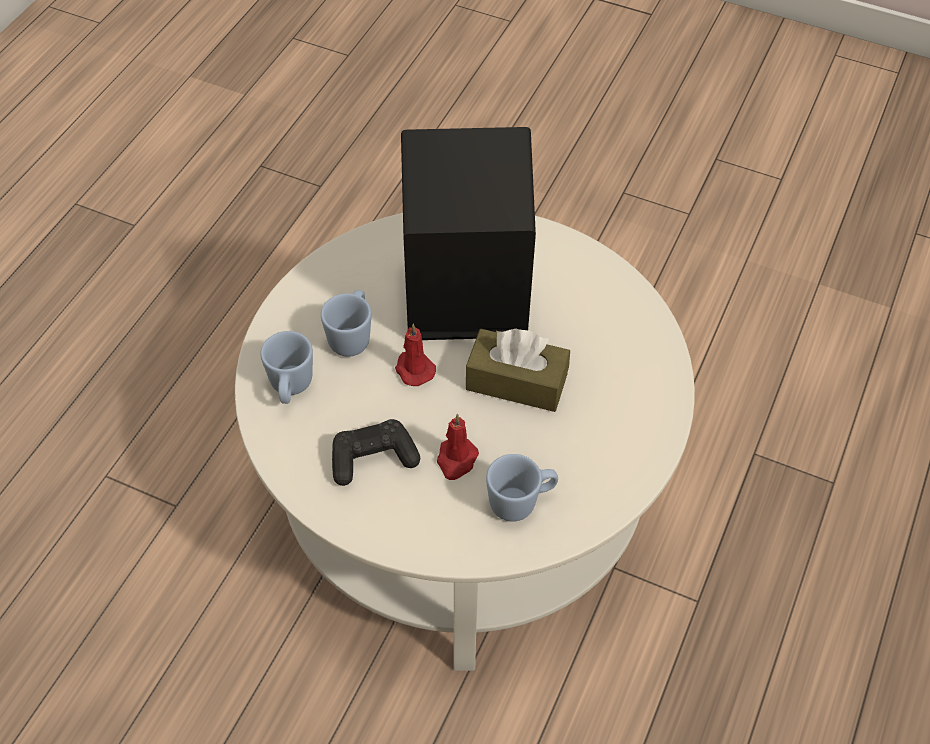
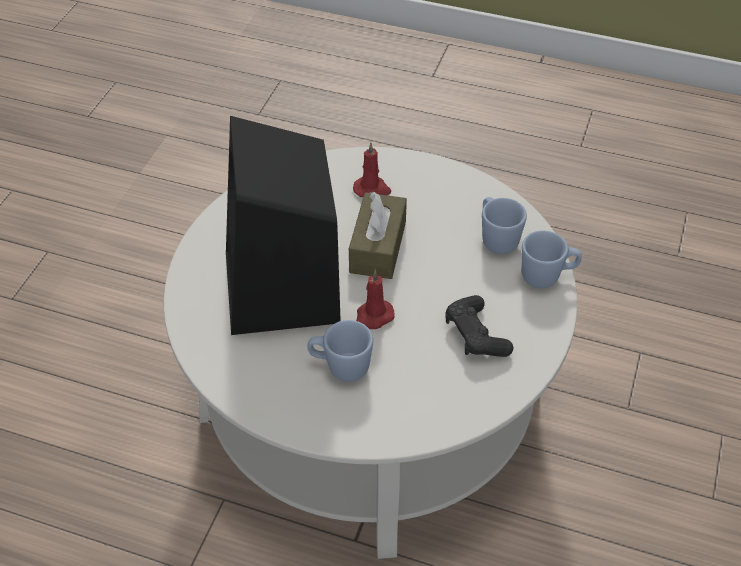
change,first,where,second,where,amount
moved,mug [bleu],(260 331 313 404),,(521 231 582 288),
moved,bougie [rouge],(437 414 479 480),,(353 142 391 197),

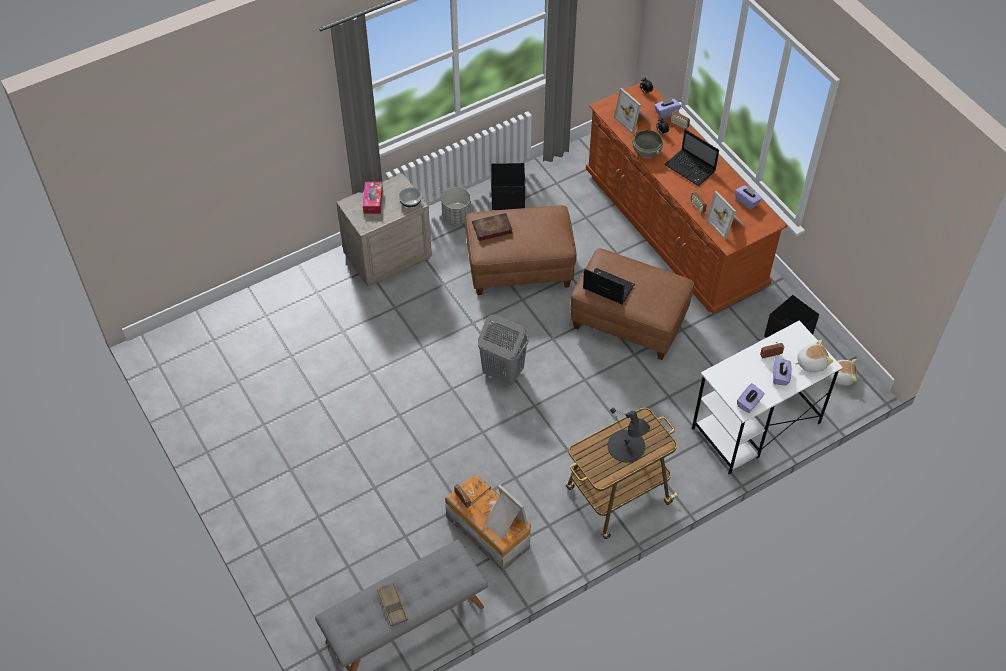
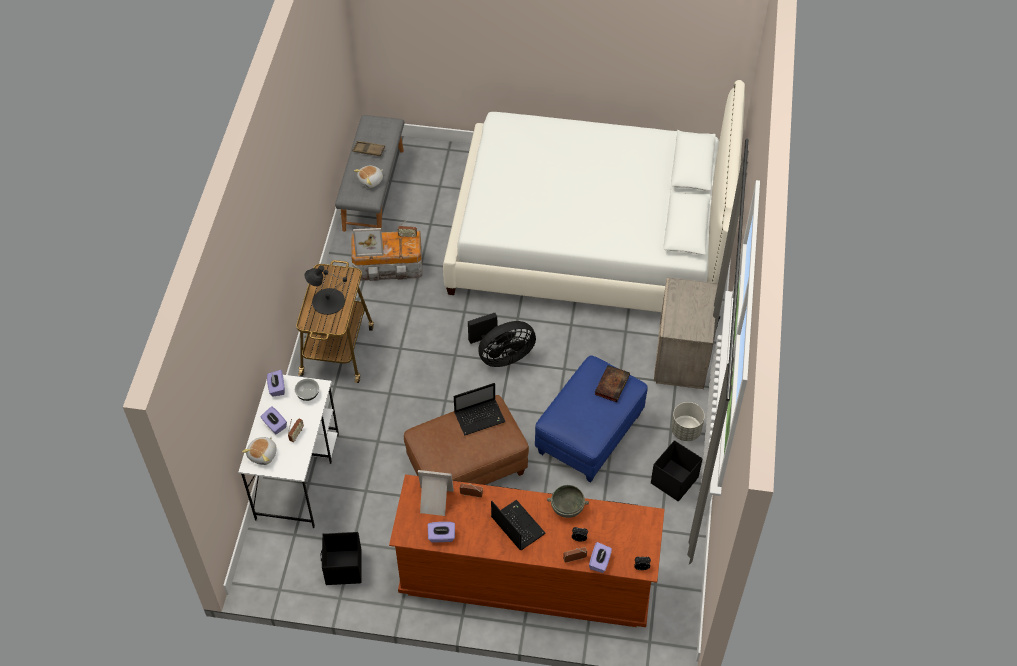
change,first,where,second,where,amount
removed,cadre photo,(614 88 651 134),,,
turned,ordinateur portable,(664 129 719 186),,(491 500 545 551),60 degrees clockwise
removed,boîte à mouchoirs,(363 182 383 214),,,
moved,bol,(399 187 422 207),,(295 379 319 401),
recoloured,pouf [marron],(465 205 577 295),pouf [bleu],(535 355 647 482),
replaced,panier à linge [gris],(478 315 529 385),ventilateur [noir],(468 313 536 367),
moved,peluche,(829 359 857 386),,(354 165 383 188),
added,,,lit [blanc],(443 80 745 312),

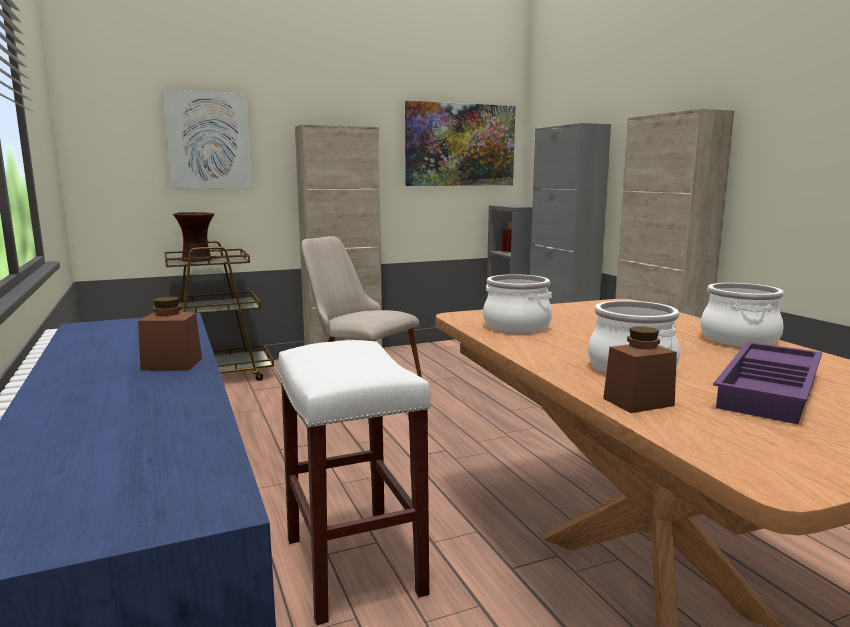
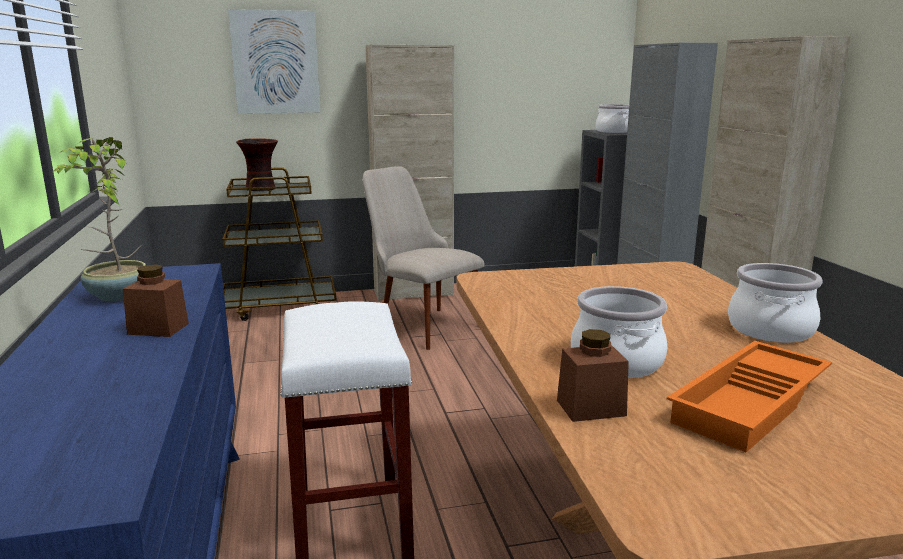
change,first,where,second,where,amount
removed,tableau,(405 100 515 186),,,
moved,marmite,(483 274 552 333),,(596 104 629 133),
recoloured,plateau [violet],(713 342 822 424),plateau [orange],(667 341 832 452),
added,,,plante en pot,(53 137 146 301),

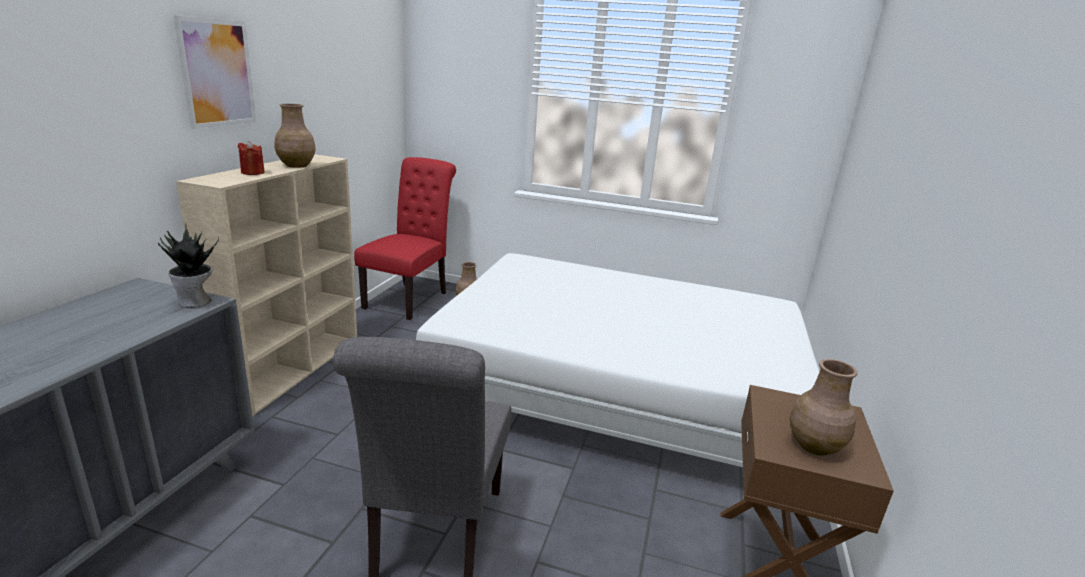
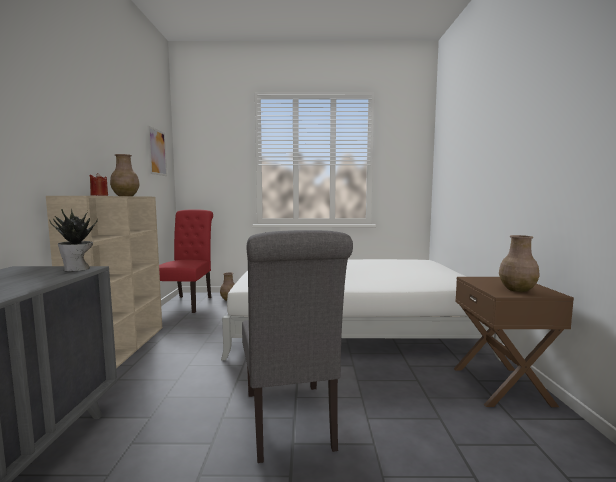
change,first,where,second,where,amount
moved,tableau,(173 15 256 129),,(147 126 167 176),

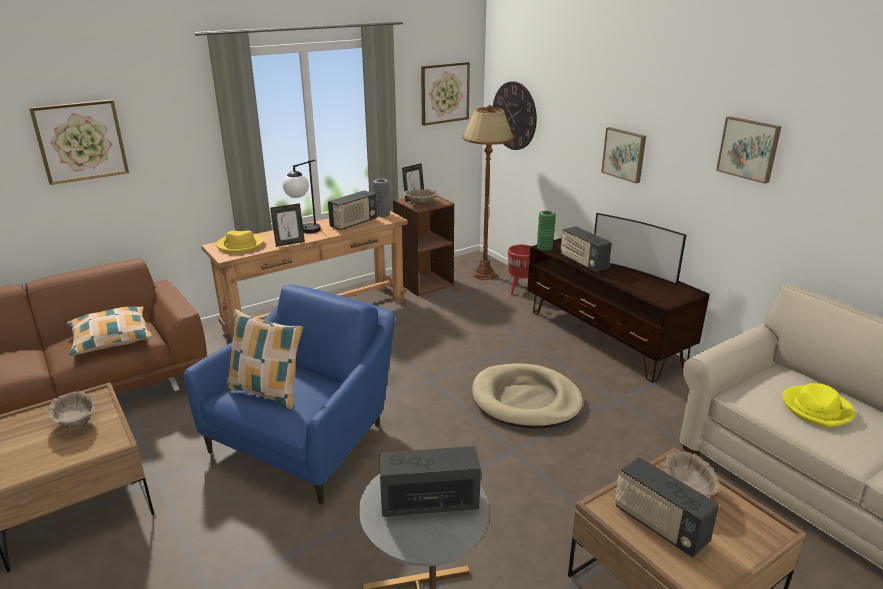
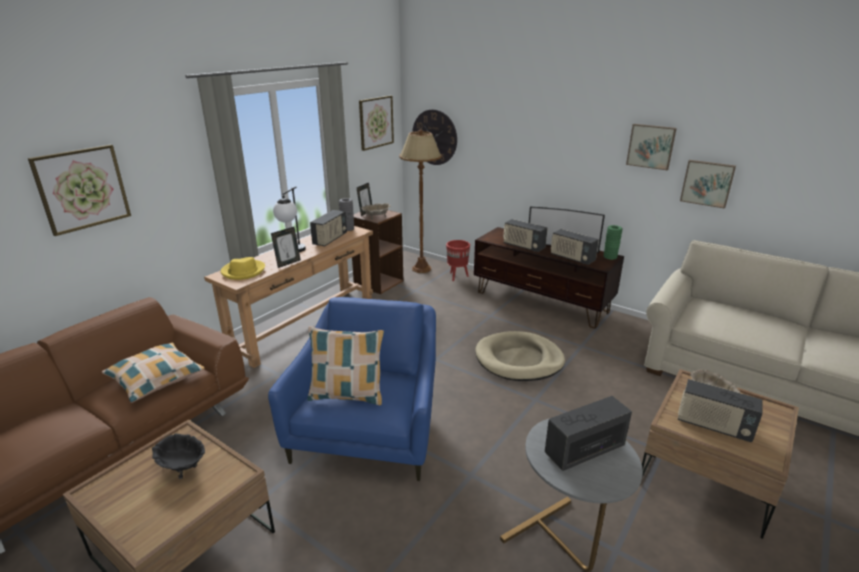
change,first,where,second,where,amount
moved,tableau,(601 127 646 183),,(680 160 736 209),
moved,vase [vert],(537 210 556 250),,(603 225 623 260),
removed,chapeau [jaune],(783 383 855 427),,,
recoloured,bol [beige],(47 391 96 435),bol [noir],(152 434 205 479),
added,,,radio,(551 229 599 265),

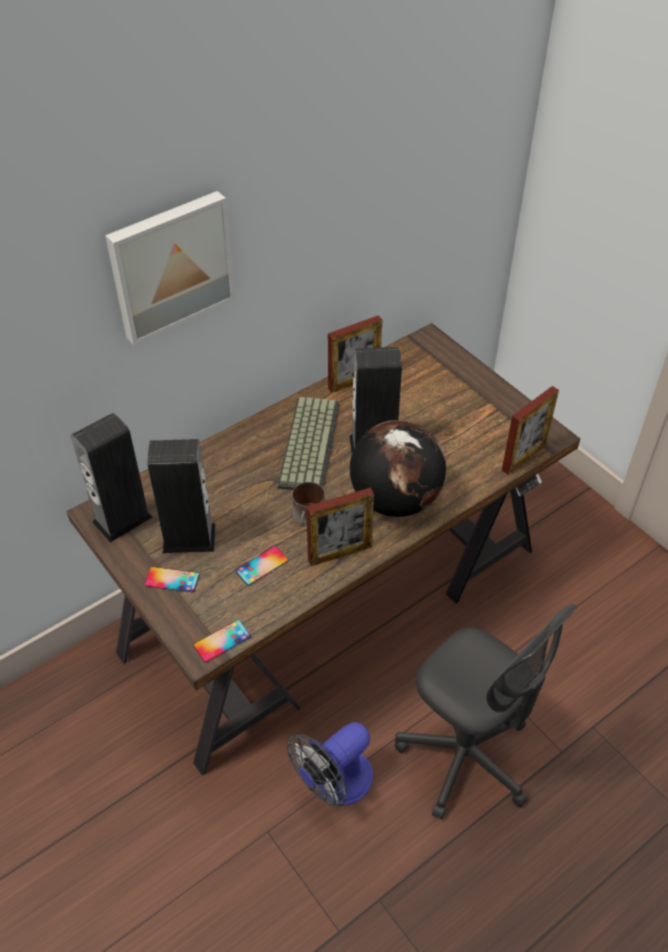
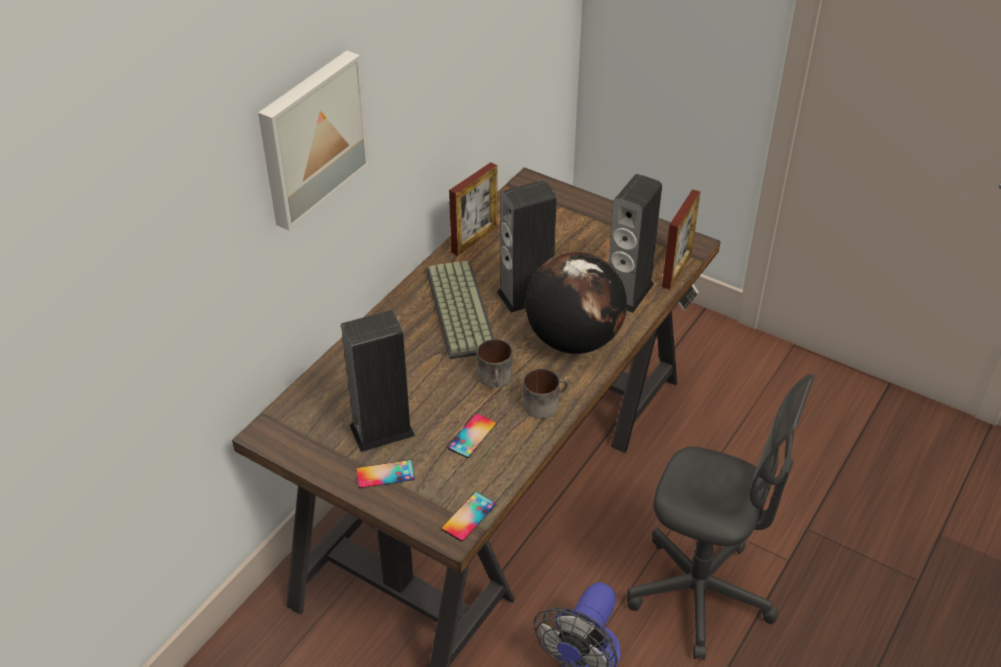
change,first,where,second,where,amount
moved,enceinte,(71 413 153 543),,(608 174 662 313),
replaced,cadre photo,(306 487 374 566),mug,(523 369 568 418),

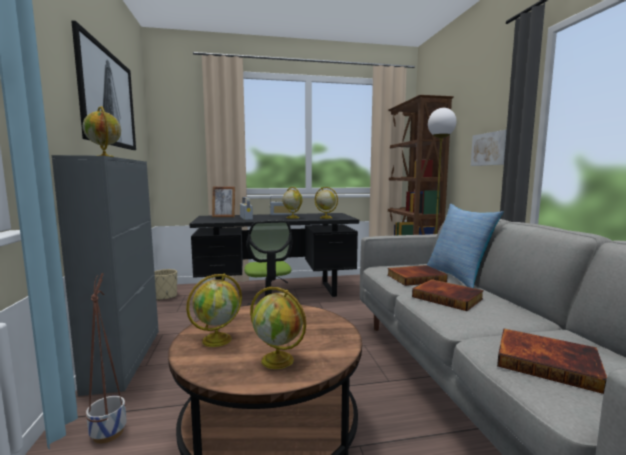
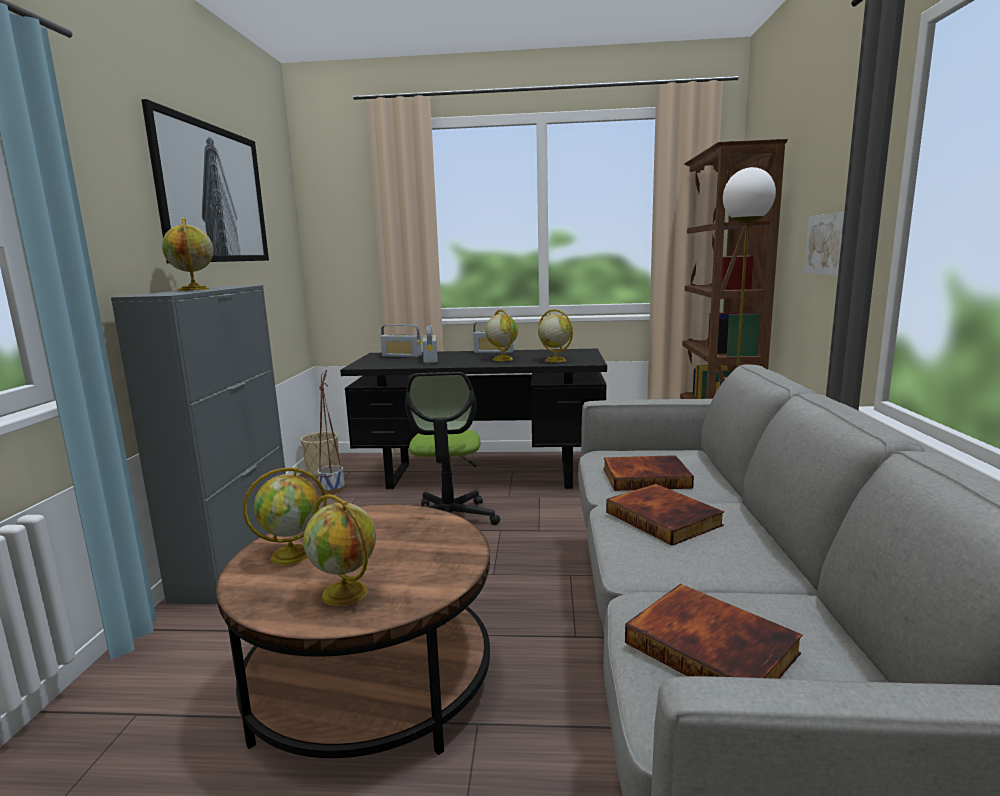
change,first,where,second,where,amount
replaced,cadre photo,(212 187 235 217),radio,(381 325 422 357),
removed,coussin,(427 204 503 288),,,
moved,cache-pot,(86 273 127 444),,(317 370 345 494),

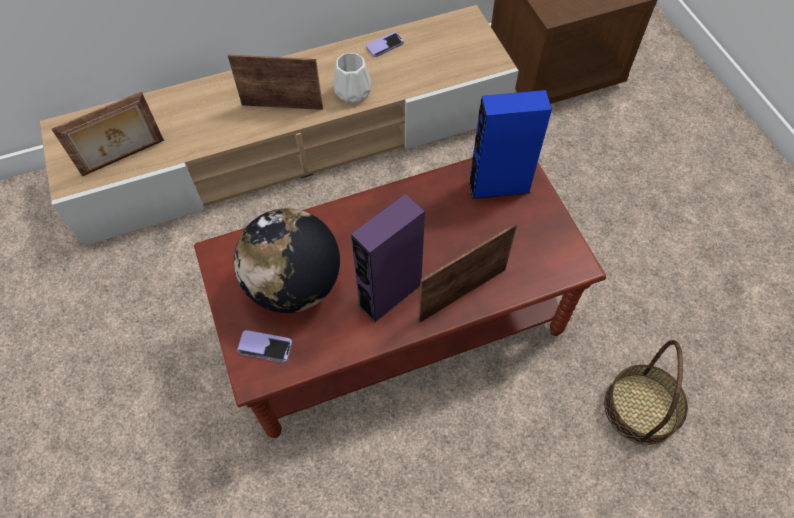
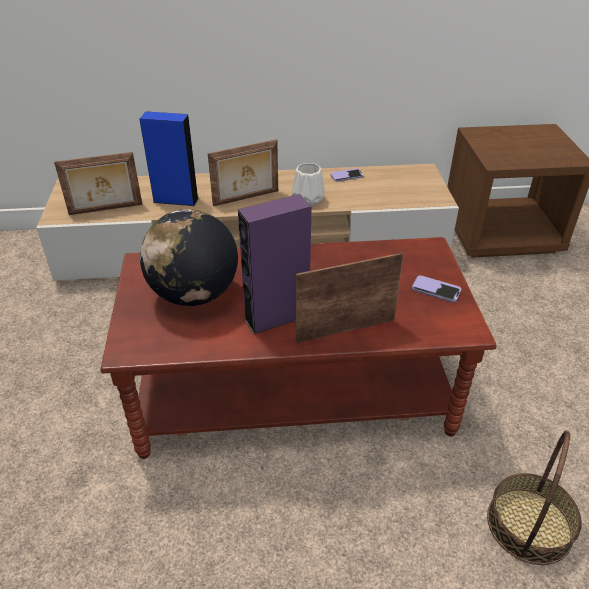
change,first,where,second,where,amount
turned,cadre photo,(228 55 323 110),,(208 139 278 206),135 degrees clockwise
moved,enceinte [bleu],(468 90 552 199),,(139 111 199 206),
moved,téléphone,(237 330 292 363),,(412 275 461 302),

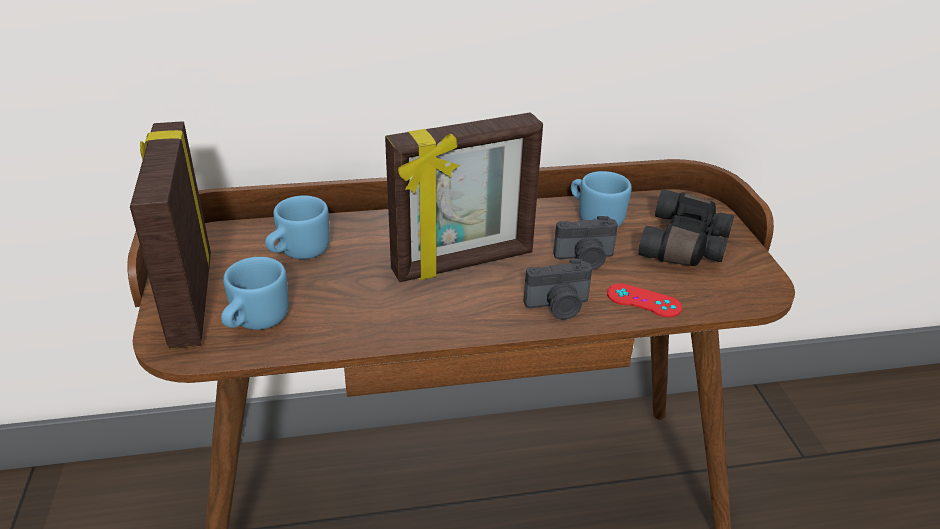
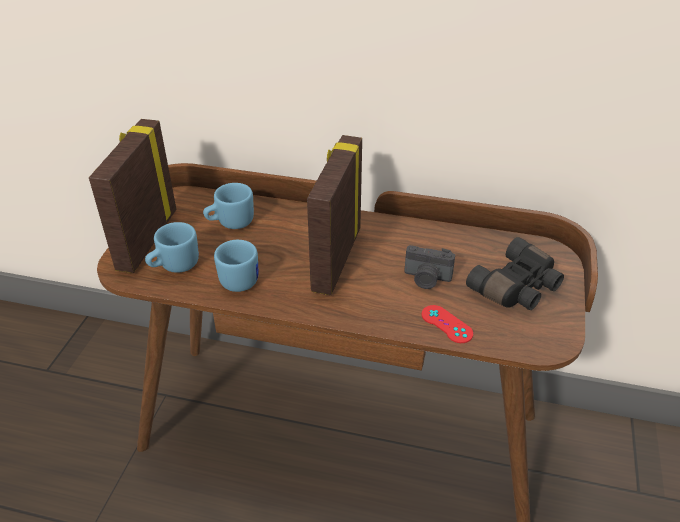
change,first,where,second,where,amount
turned,cadre photo,(385 113 543 282),,(307 135 362 296),105 degrees clockwise
moved,mug [bleu],(571 171 632 227),,(214 240 259 292),
removed,appareil photo,(524 259 592 319),,,

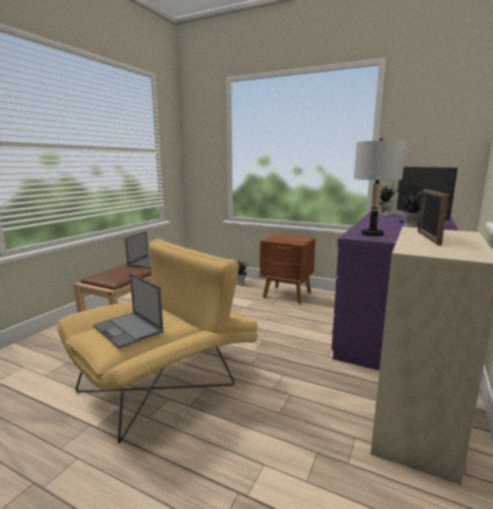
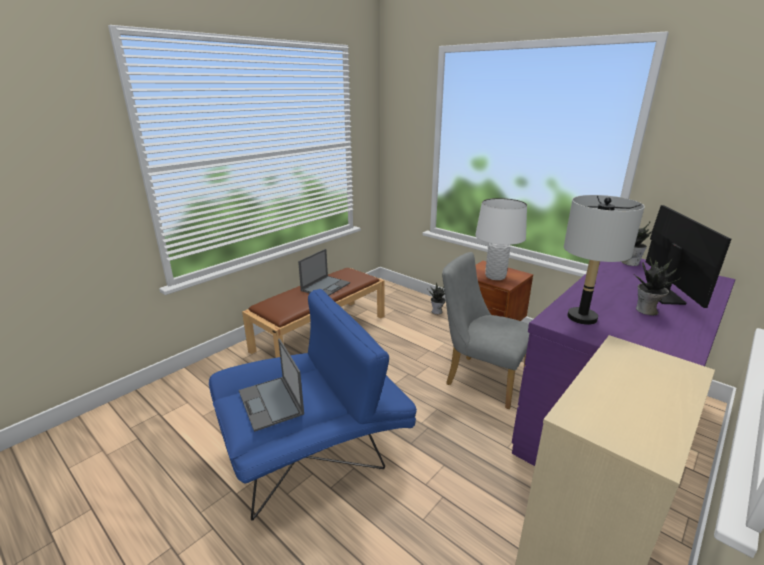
change,first,where,second,where,amount
removed,cadre photo,(418 189 449 246),,,
recoloured,fauteuil [jaune],(58 239 258 443),fauteuil [bleu],(209 289 417 521),
added,,,lampe de table [blanc],(475 198 527 280),
added,,,chaise [gris],(442 252 529 409),

